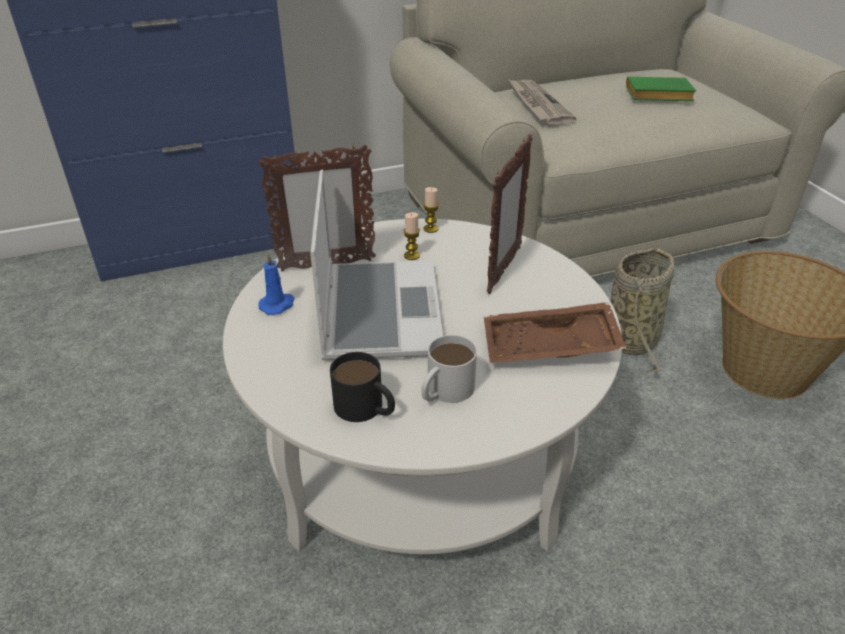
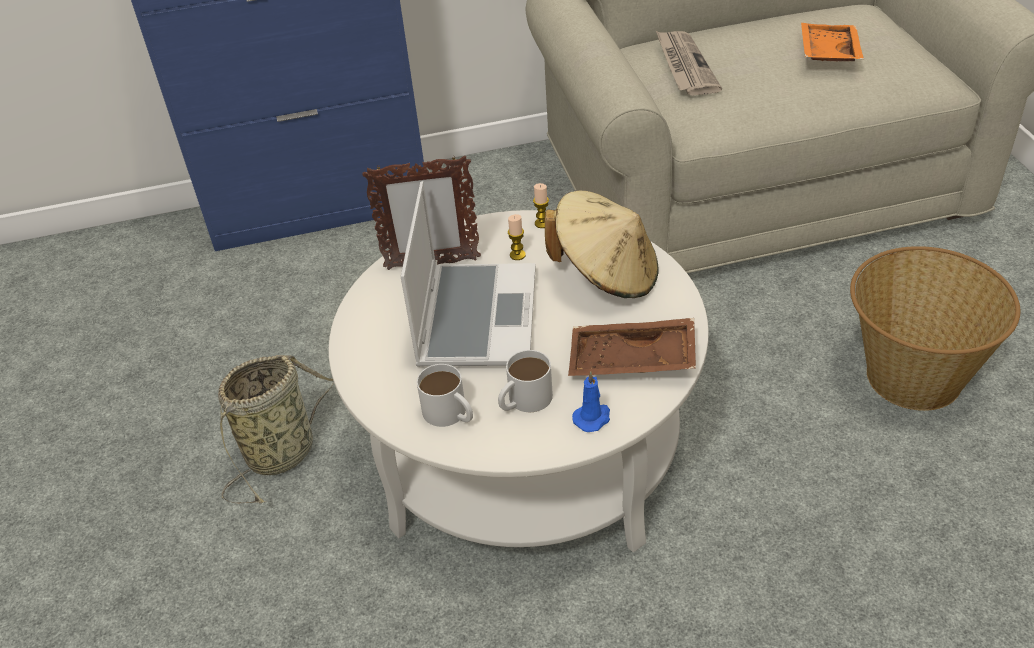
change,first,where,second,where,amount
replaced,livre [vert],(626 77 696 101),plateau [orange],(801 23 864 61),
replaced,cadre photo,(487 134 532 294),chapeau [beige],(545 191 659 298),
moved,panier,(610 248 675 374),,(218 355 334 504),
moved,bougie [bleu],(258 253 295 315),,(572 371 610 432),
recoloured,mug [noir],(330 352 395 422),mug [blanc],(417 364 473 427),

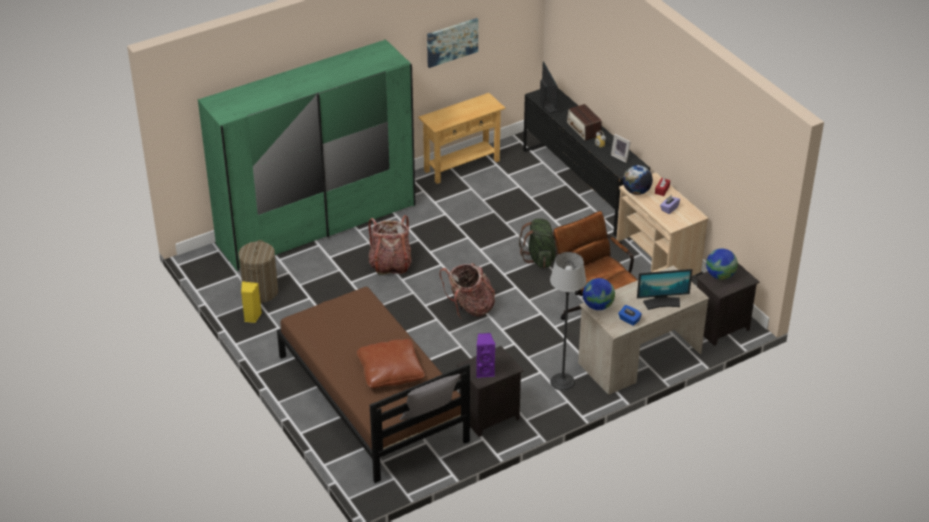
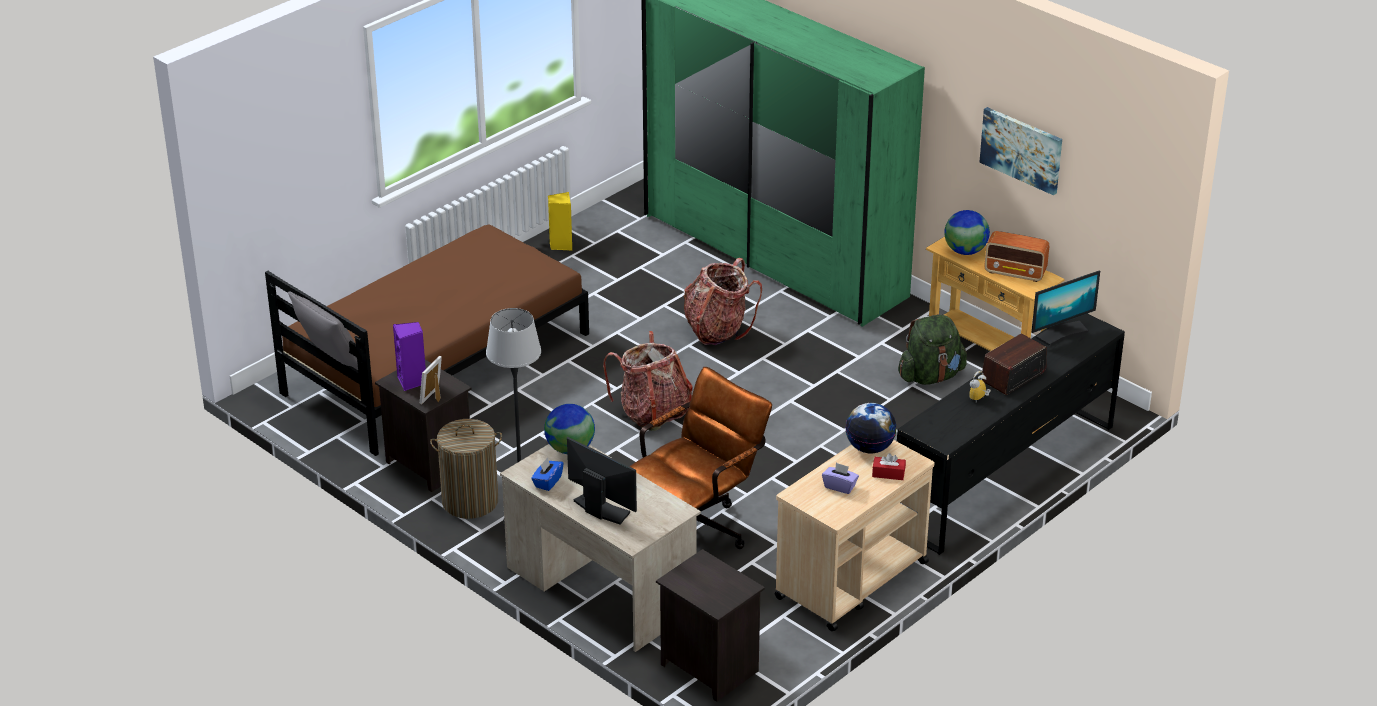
change,first,where,second,where,amount
moved,cadre photo,(611 134 631 163),,(420 356 442 405),
moved,sac à dos [vert],(519 218 556 268),,(898 314 967 385),
moved,panier à linge,(239 240 278 303),,(430 419 502 519),
moved,globe,(706 248 738 280),,(944 210 990 255),
turned,écran d'ordinateur,(637 269 693 310),,(567 437 637 524),150 degrees clockwise
removed,coussin [marron],(357 339 425 388),,,
added,,,radio,(984 231 1049 282),

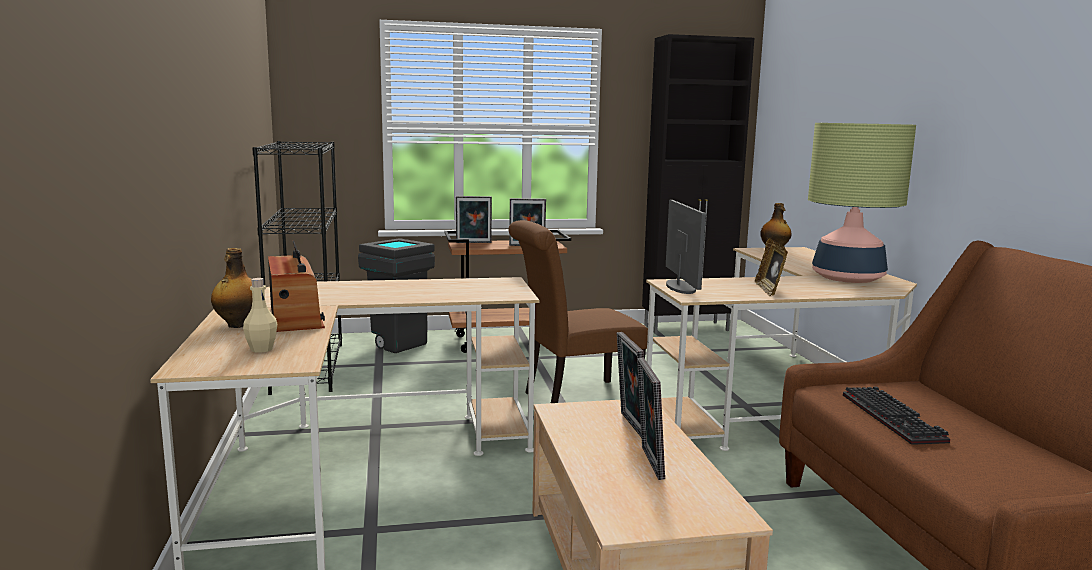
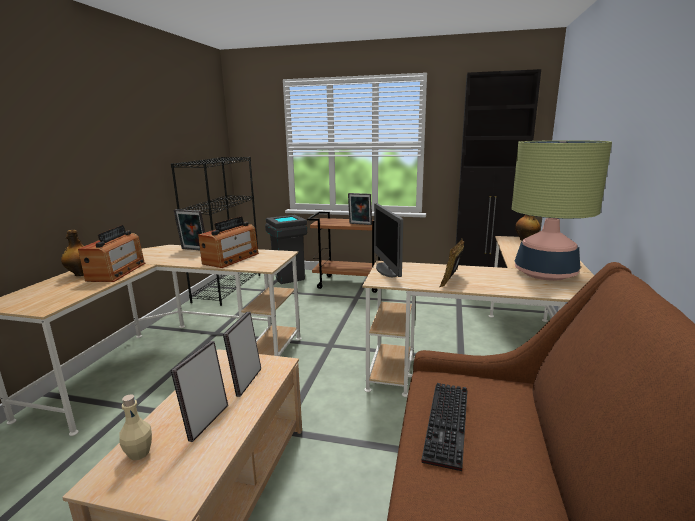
change,first,where,second,where,amount
moved,cadre photo,(456 196 492 243),,(173 209 205 250),
turned,écran d'ordinateur,(666 200 706 294),,(374 203 403 277),150 degrees clockwise
removed,chaise [marron],(508 220 648 403),,,
moved,bouteille [beige],(243 278 277 353),,(119 394 152 460),
added,,,radio,(198 216 259 268),

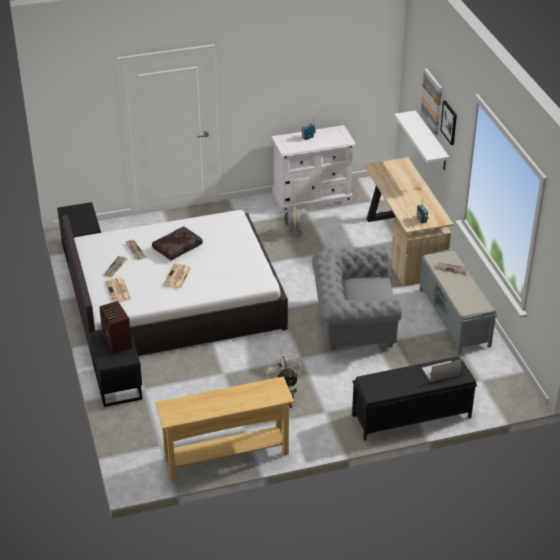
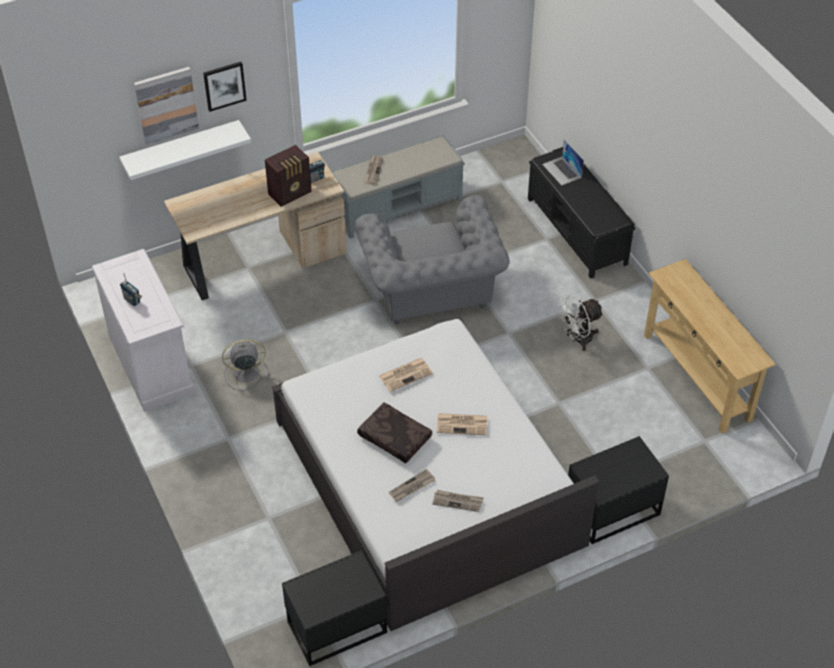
change,first,where,second,where,amount
moved,journal,(105 278 131 302),,(379 358 433 392),
moved,radio,(99 301 132 354),,(265 145 311 207),

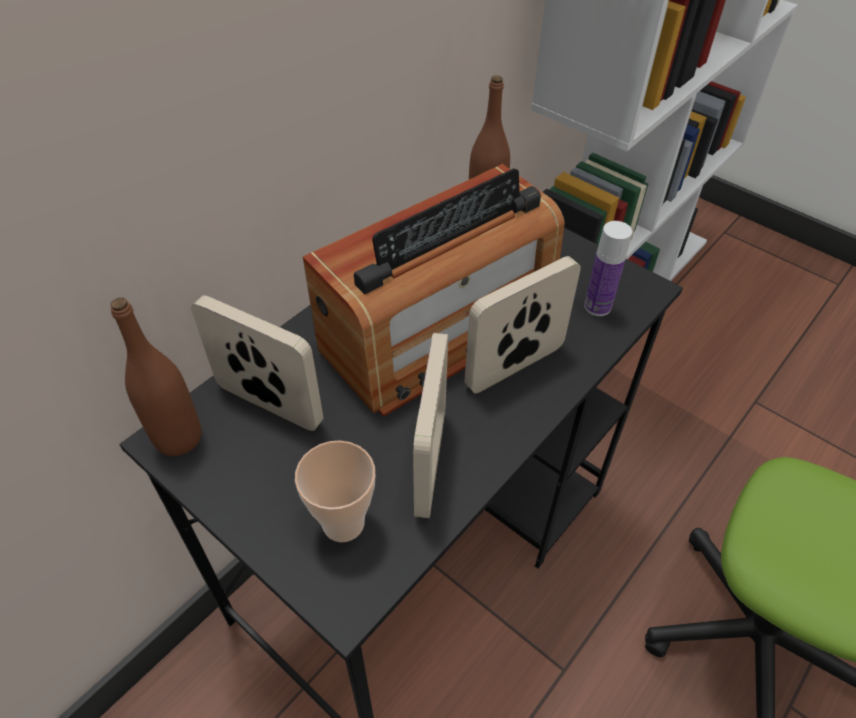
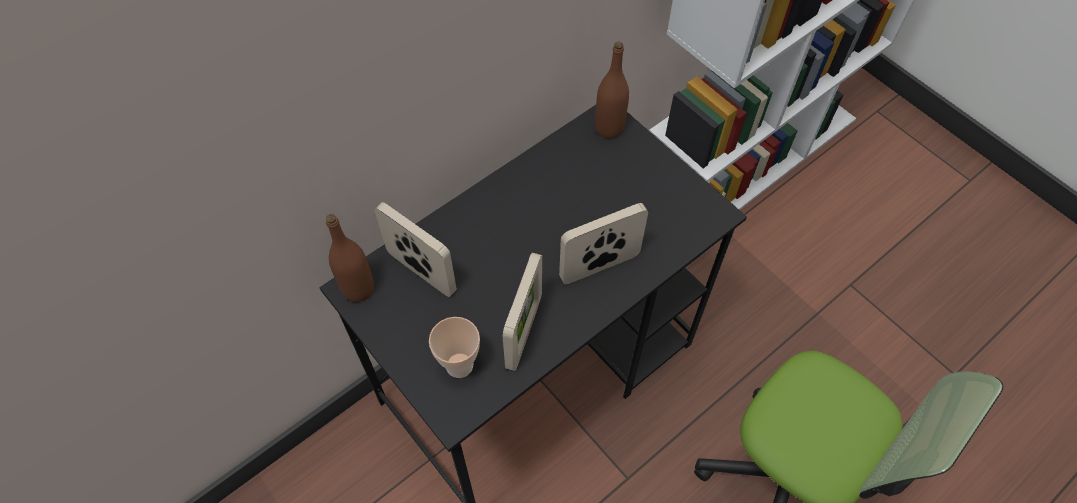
change,first,where,second,where,amount
removed,radio,(303 164 565 417),,,
removed,bouteille,(584 221 632 316),,,

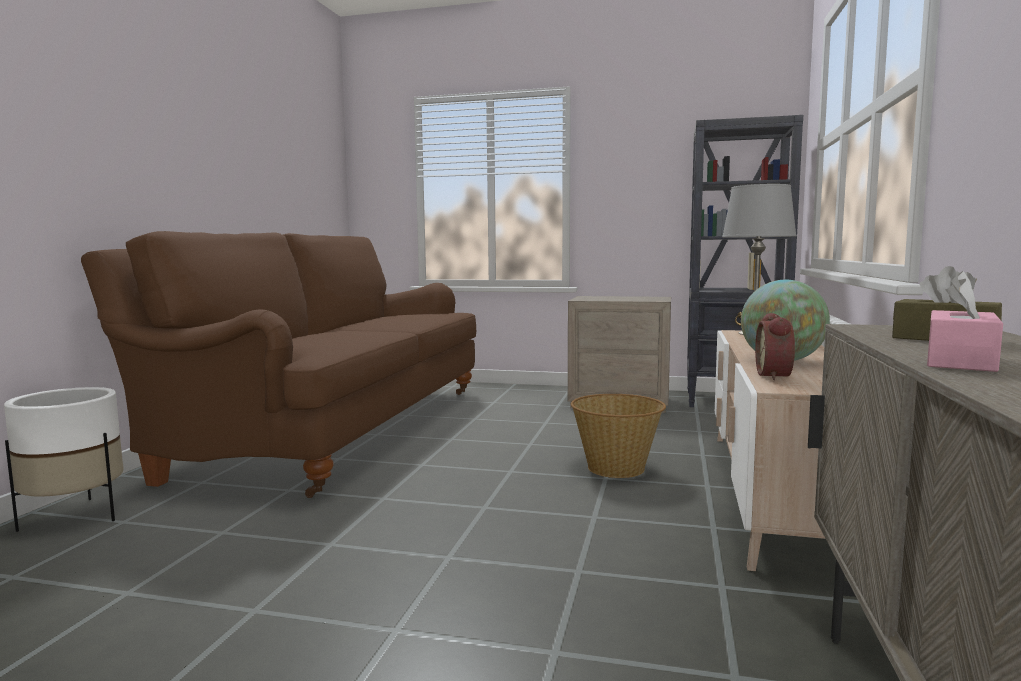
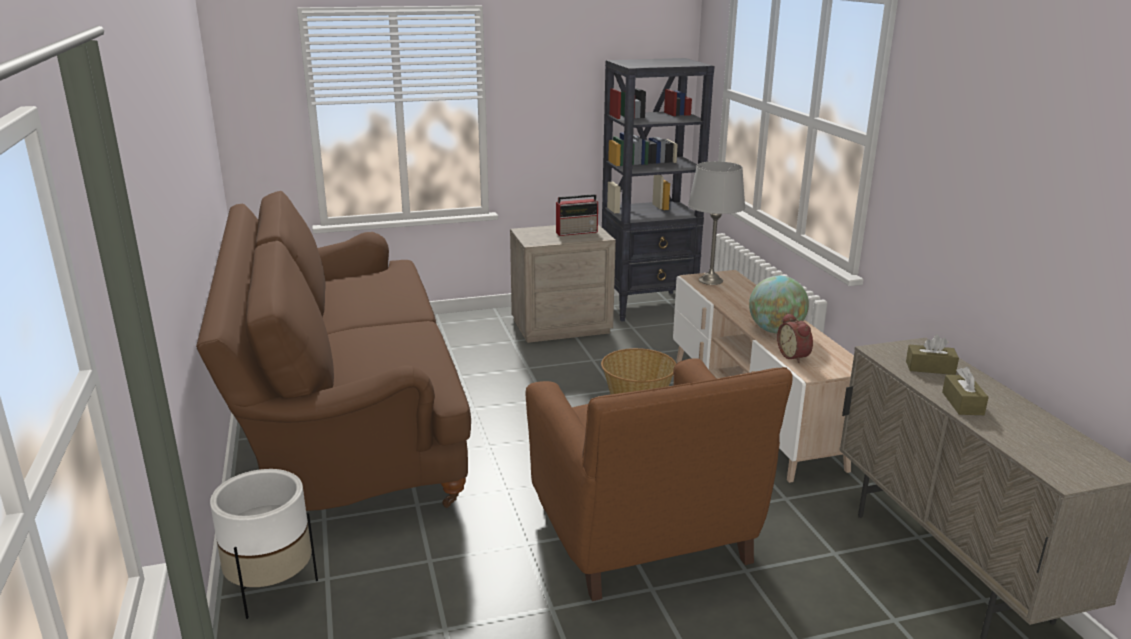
change,first,where,second,where,amount
recoloured,boîte à mouchoirs [rose],(927 271 1003 372),boîte à mouchoirs [marron],(942 367 989 415),
added,,,radio,(556 194 599 236),
added,,,fauteuil [marron],(526 358 793 601),

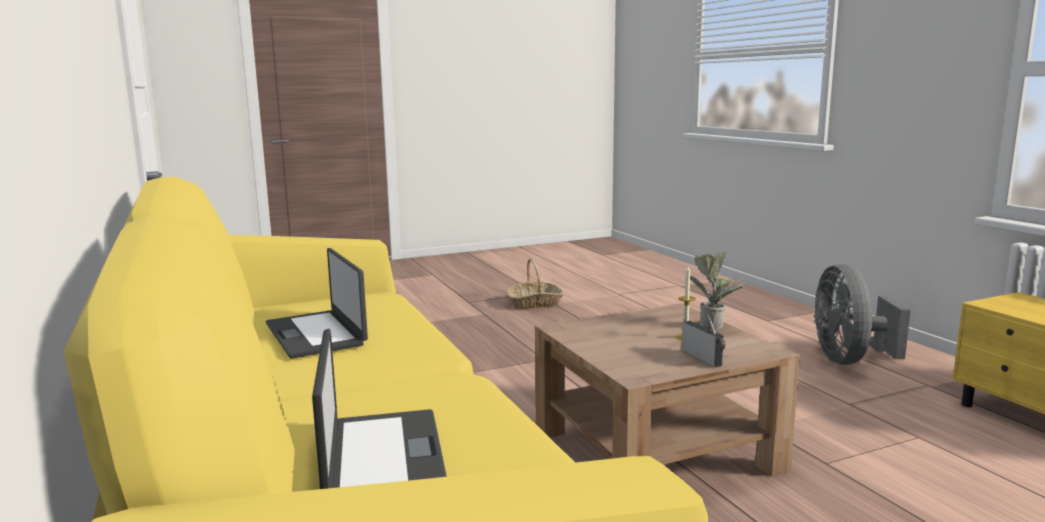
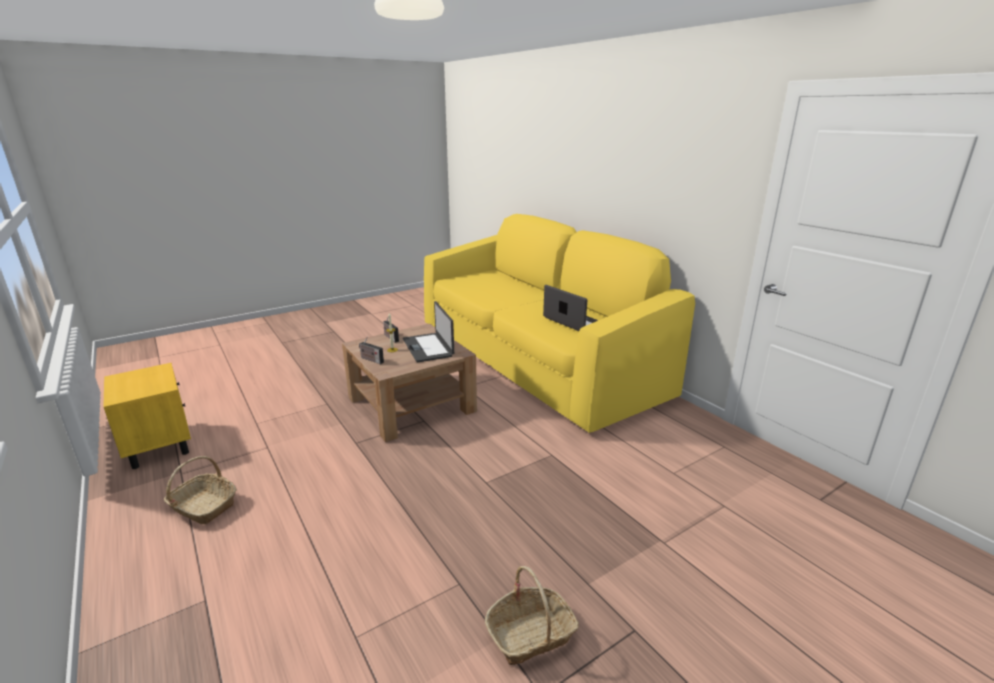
change,first,where,second,where,amount
replaced,plante en pot,(690 251 746 330),radio,(359 336 384 364),
replaced,ventilateur [gris],(814 264 911 365),panier,(164 456 237 524),
moved,ordinateur portable,(312 329 447 489),,(403 301 454 363),

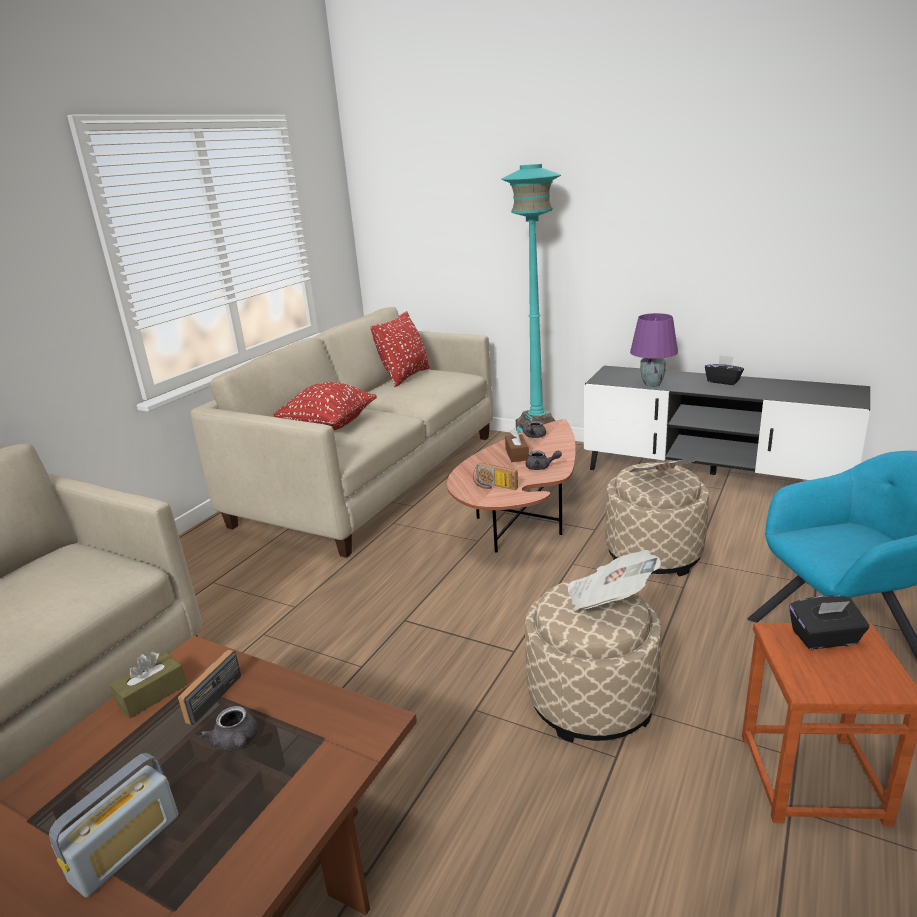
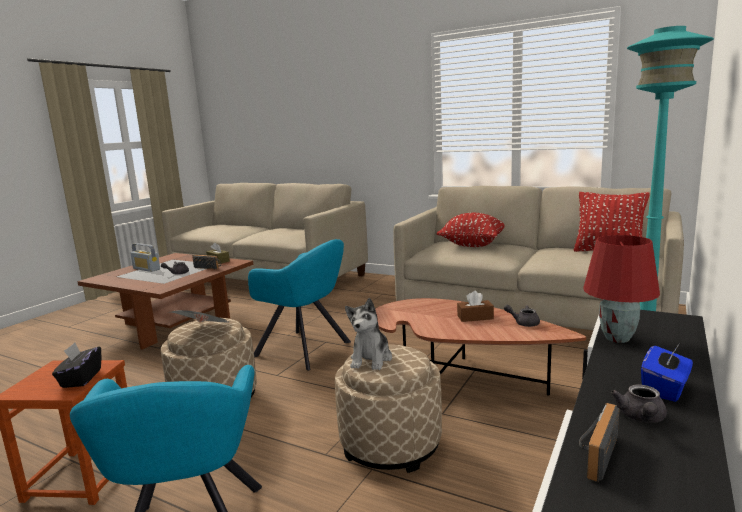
change,first,where,second,where,amount
recoloured,lampe de table [violet],(630 313 678 387),lampe de table [rouge],(583 235 660 343),
recoloured,boîte à mouchoirs [noir],(705 355 744 385),boîte à mouchoirs [bleu],(641 343 693 402),
moved,théière [gris],(525 451 562 470),,(611 384 667 423),
replaced,journal,(629 459 697 472),peluche,(345 298 392 370),
moved,radio,(473 463 518 490),,(579 403 620 482),
added,,,fauteuil [turquoise],(248 239 351 371),

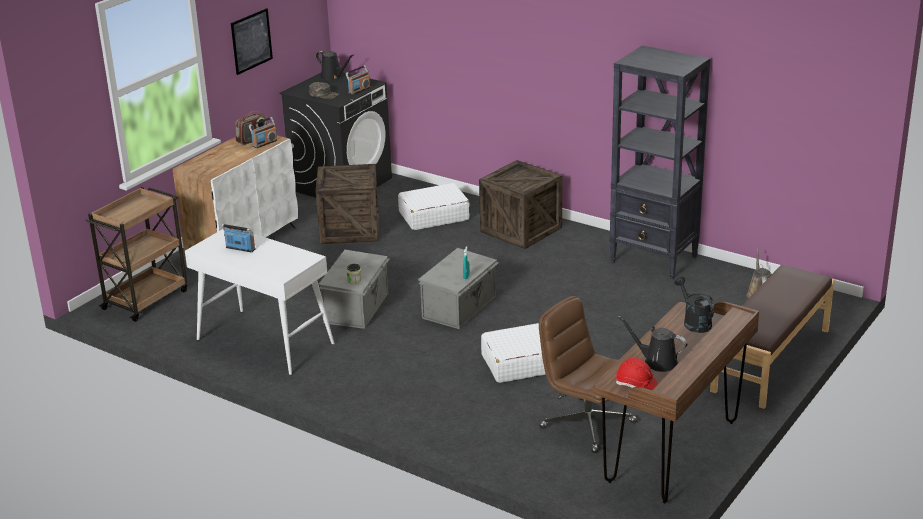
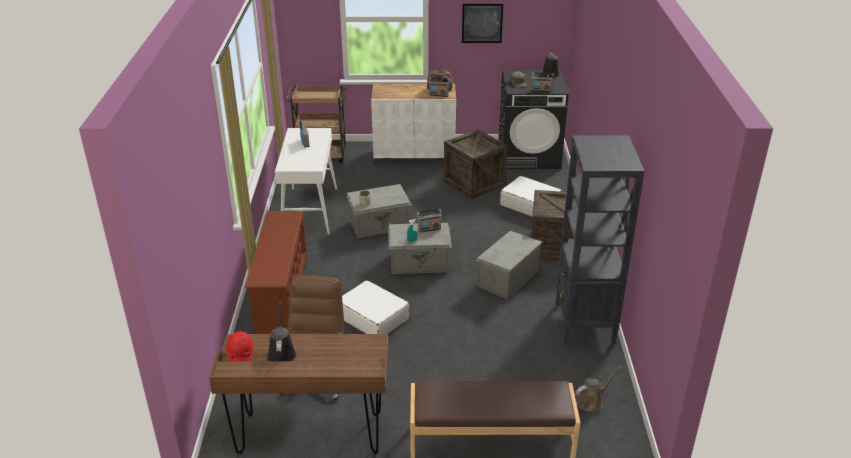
change,first,where,second,where,amount
removed,arrosoir [noir],(674 277 714 333),,,
added,,,radio,(417 209 442 233),
added,,,étagère à chaussures [marron],(245 211 307 334),
added,,,boîte de rangement [gris],(475 231 542 300),

